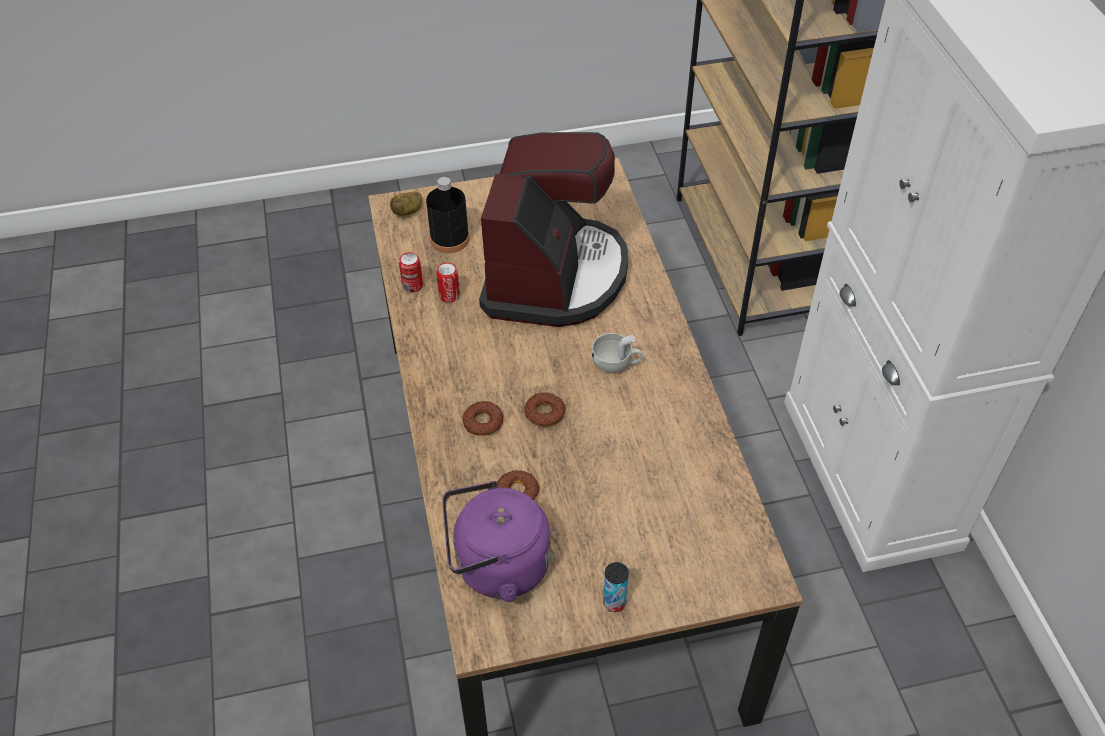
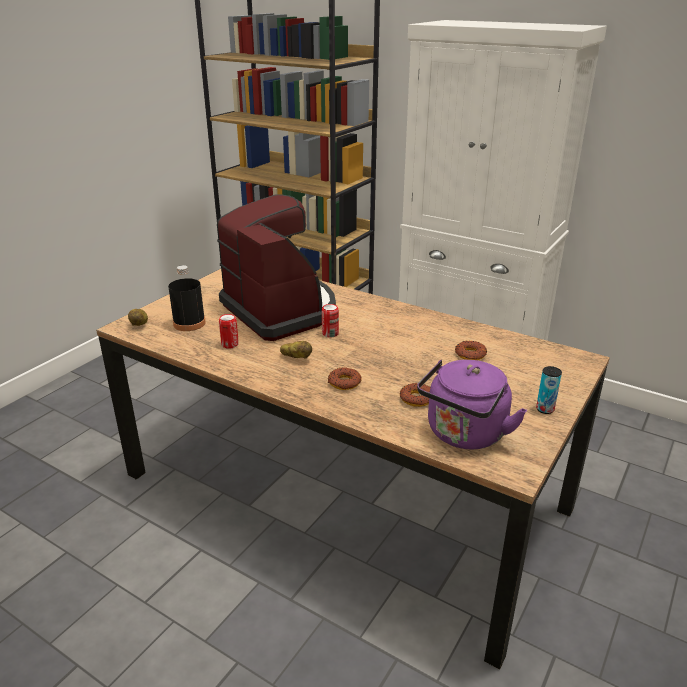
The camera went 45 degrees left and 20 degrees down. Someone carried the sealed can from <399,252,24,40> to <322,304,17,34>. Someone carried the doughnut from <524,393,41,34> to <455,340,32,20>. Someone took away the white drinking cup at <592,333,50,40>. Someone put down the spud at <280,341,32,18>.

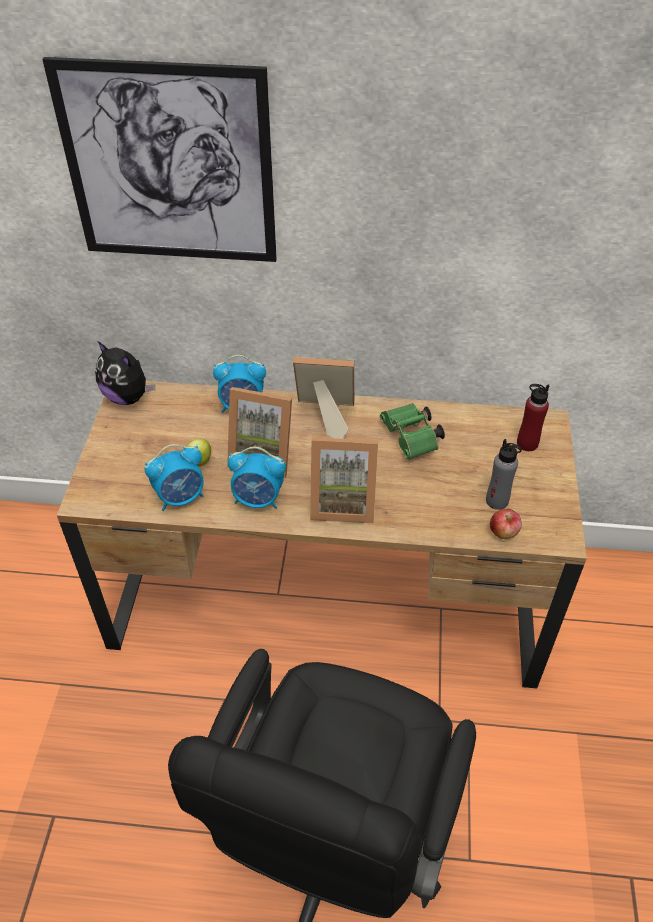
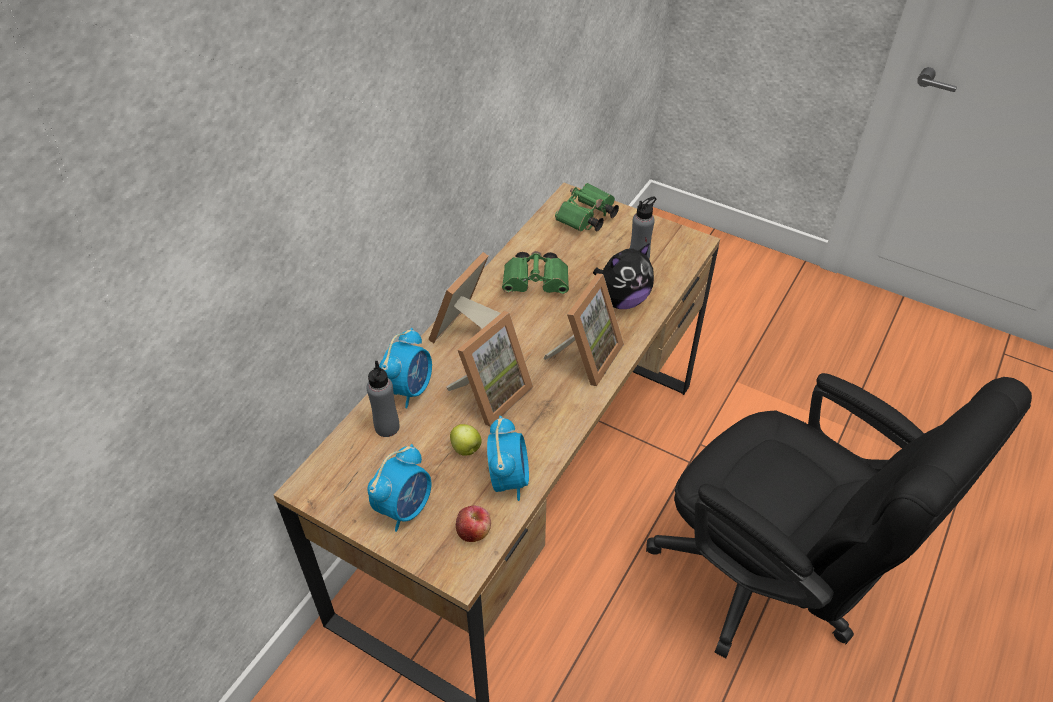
The camera went 65 degrees left and 0 degrees up. Someone took away the picture at <42,57,235,205>. Someone carried the plush toy from <95,341,60,64> to <593,243,61,66>. Someone carried the table clock from <228,447,58,62> to <367,444,64,88>. Someone carried the whole apple from <490,509,32,30> to <456,505,35,37>. Someone swapped the red-coloured drink bottle at <517,384,32,67> for the greenish binoculars at <555,183,64,49>. Someone put down the gray drink bottle at <367,361,33,76>.

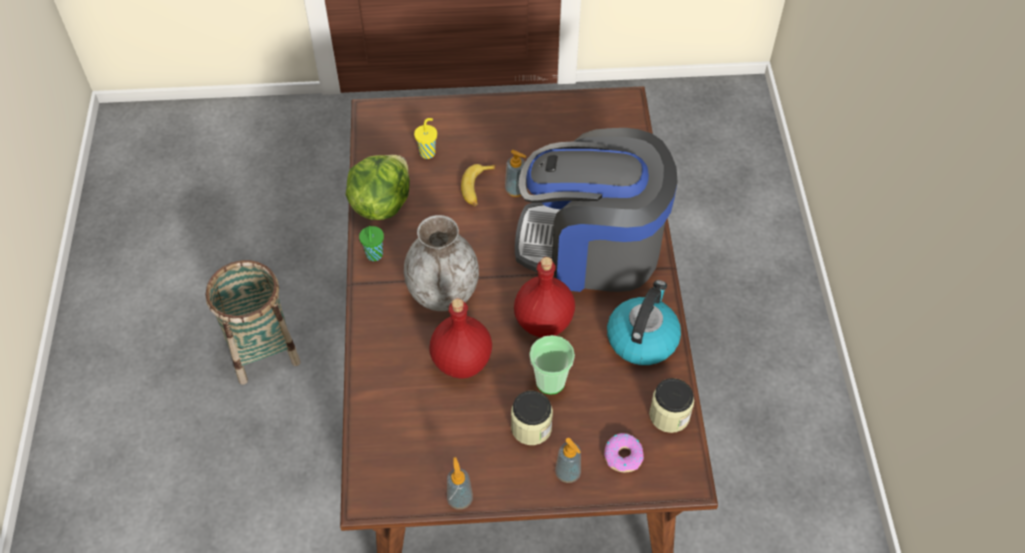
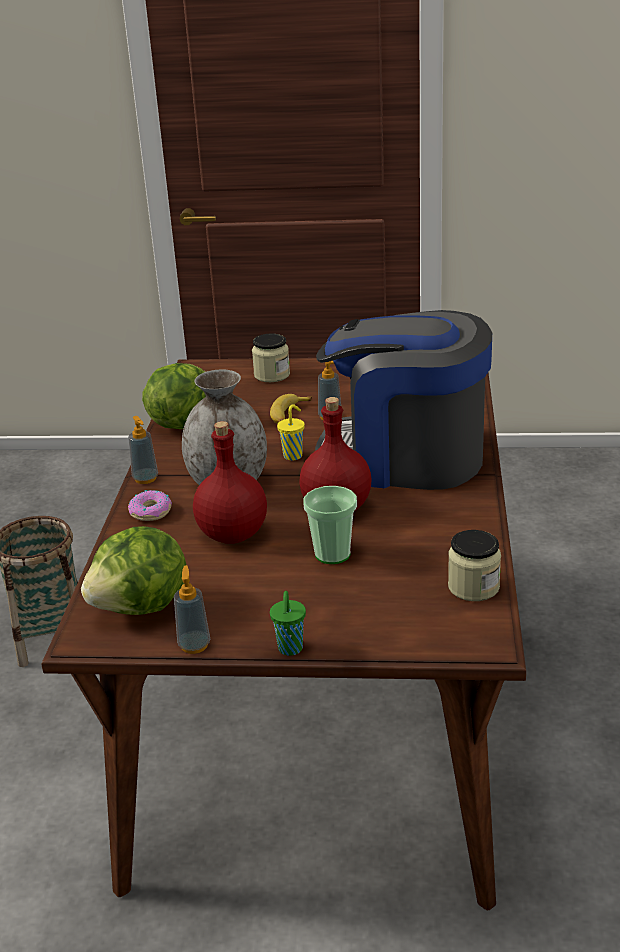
The camera went 10 degrees right and 25 degrees down. Someone carried the greenish drinking cup from <359,226,25,35> to <270,591,36,65>. Someone carried the yellow-coloured drinking cup from <414,118,23,41> to <277,405,28,55>. Someone carried the jar from <511,391,42,54> to <252,334,38,48>. Someone carried the soap bottle from <555,438,26,45> to <128,416,30,68>. Someone carried the doughnut from <604,433,40,39> to <128,490,44,31>. Someone took away the tea kettle at <607,280,74,85>. Someone put down the head of lettuce at <81,526,105,89>.

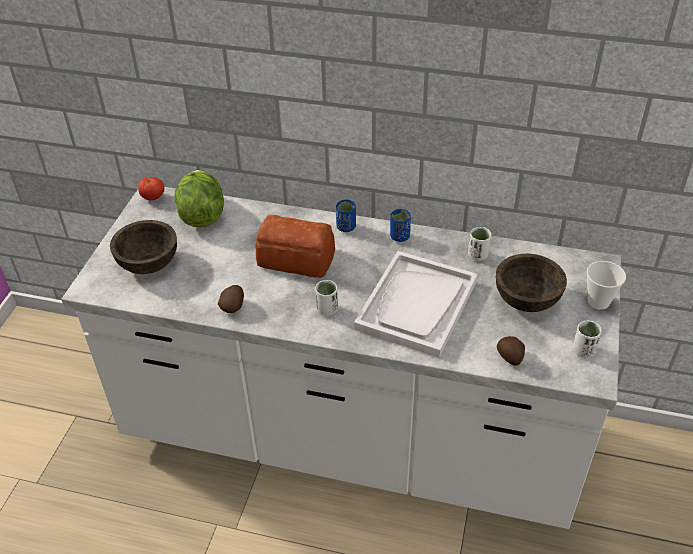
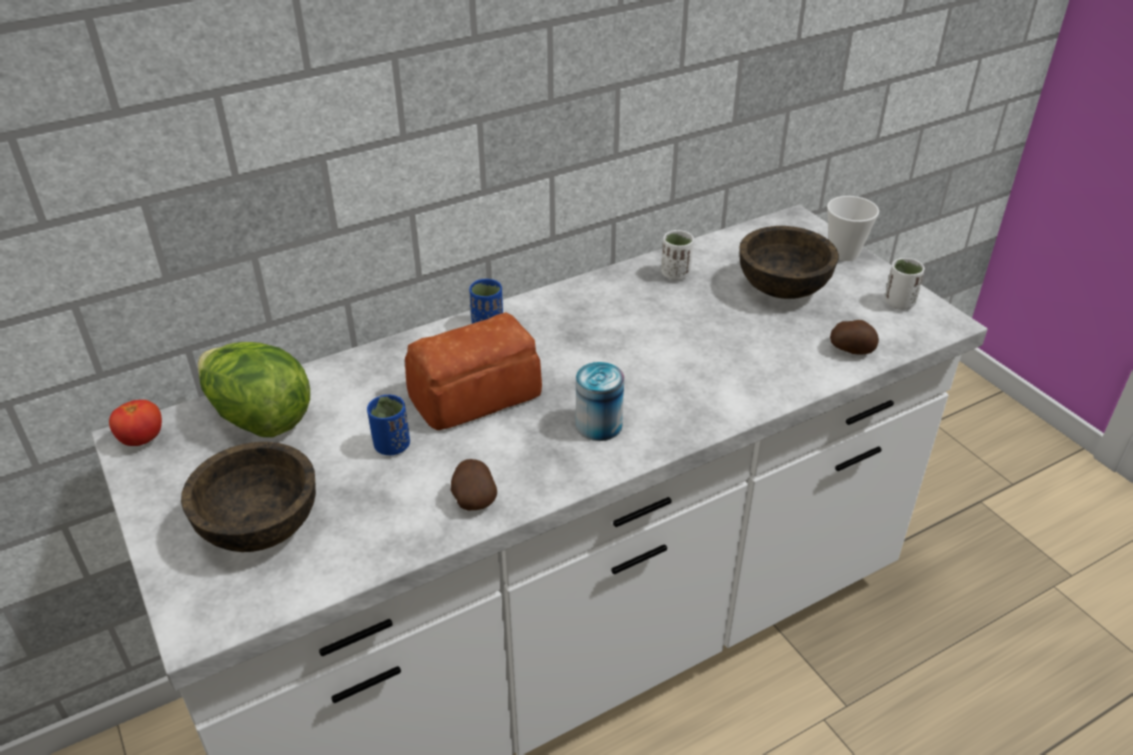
The camera went 45 degrees left and 5 degrees down. Someone swapped the white drinking cup at <315,280,23,36> for the sealed can at <576,362,48,79>. Someone took away the white tray at <354,251,124,107>. Someone carried the blue drinking cup from <390,209,21,33> to <367,395,43,60>.

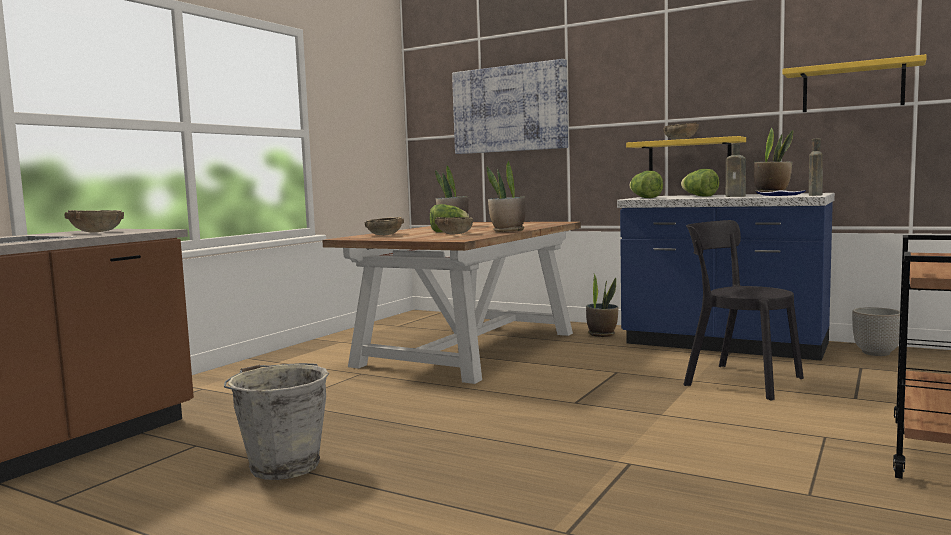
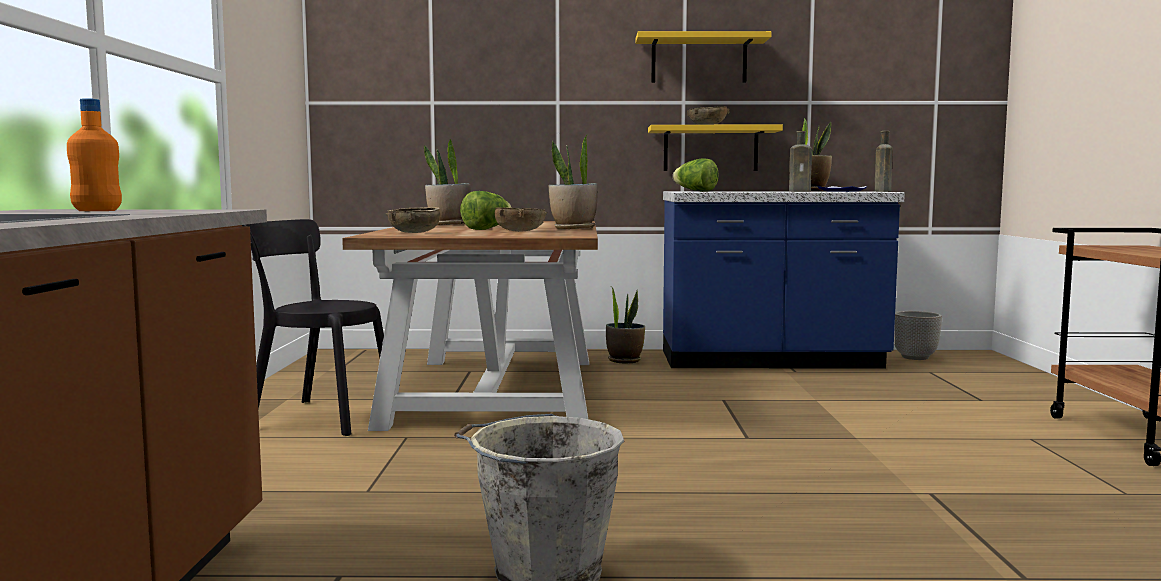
The camera went 30 degrees left and 0 degrees up. Someone swapped the brown-coloured bowl at <64,210,60,22> for the orange drink bottle at <67,98,55,113>. Someone took away the picture at <452,59,116,95>. Someone took away the head of lettuce at <681,169,38,27>. Someone carried the black-coloured upright chair from <683,220,121,180> to <242,219,142,217>. Someone carried the yellow-coloured shelf from <783,54,144,58> to <635,31,136,52>.

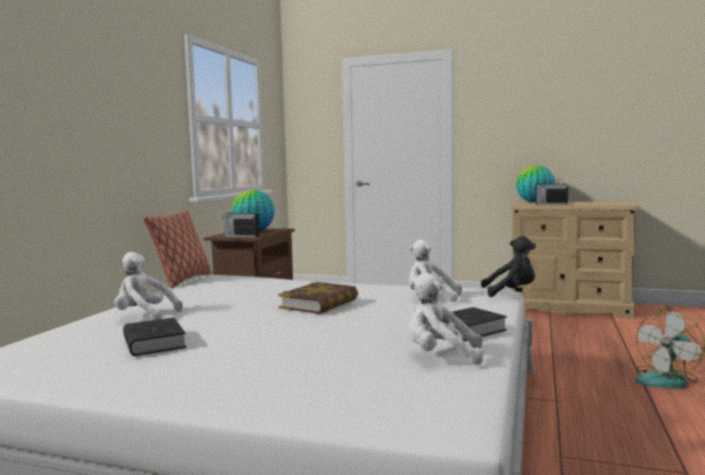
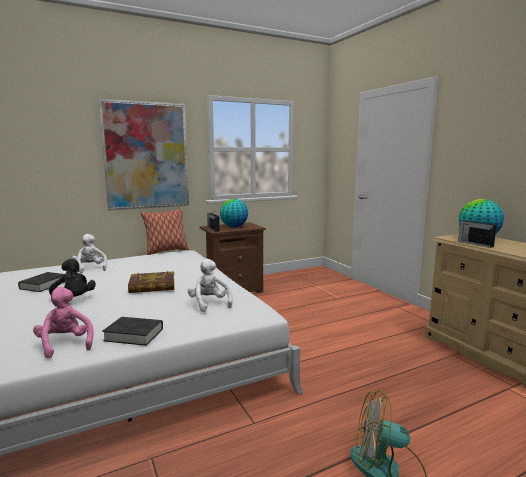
The camera went 45 degrees right and 5 degrees up. Someone repainted the white plush toy at <409,273,75,92>, which became the pink-coloured plush toy at <33,287,61,72>. Someone carried the black-coloured plush toy from <481,236,55,61> to <49,258,47,39>. Someone put up the picture at <99,99,90,111>.

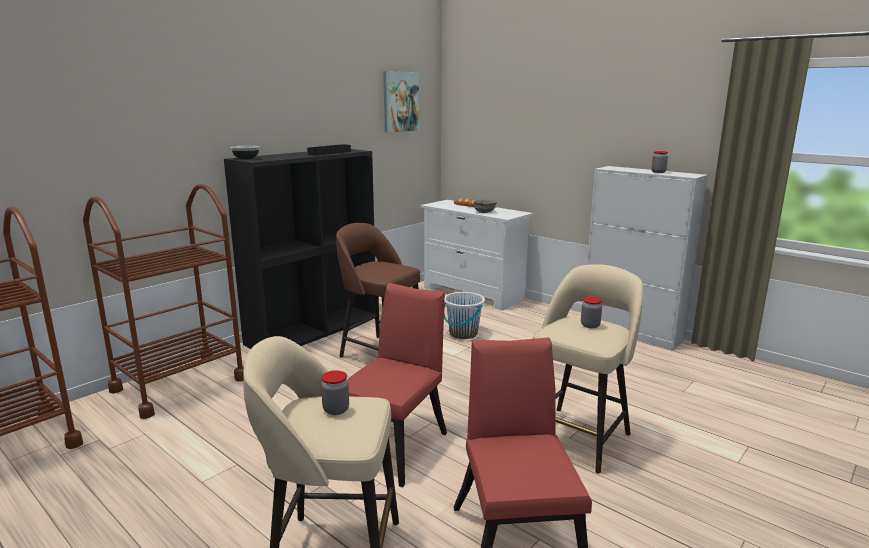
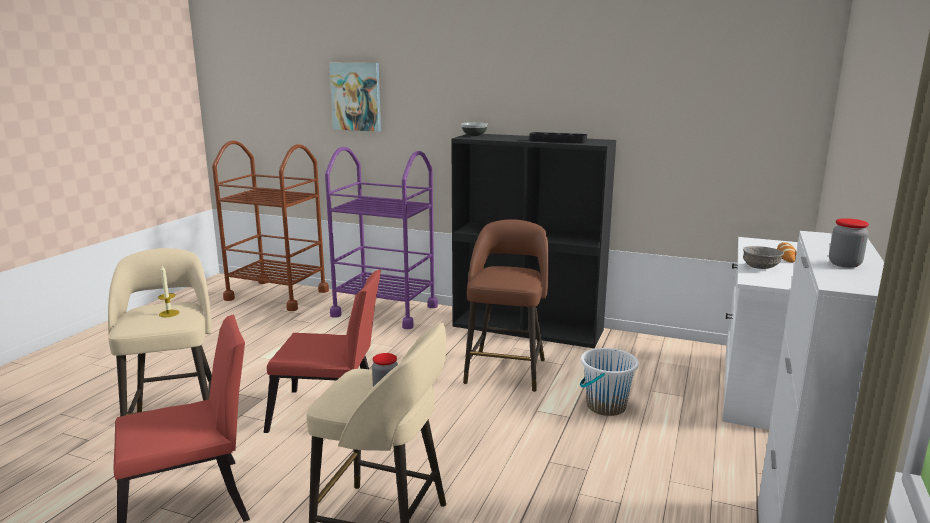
The camera went 70 degrees right and 0 degrees up. Someone repainted the brown-coloured cart at <83,184,161,235>, which became the purple-coloured cart at <325,147,113,182>. Someone swapped the jar at <321,370,28,45> for the wax light at <158,264,22,53>. Someone carried the picture from <383,71,36,62> to <329,63,52,69>.

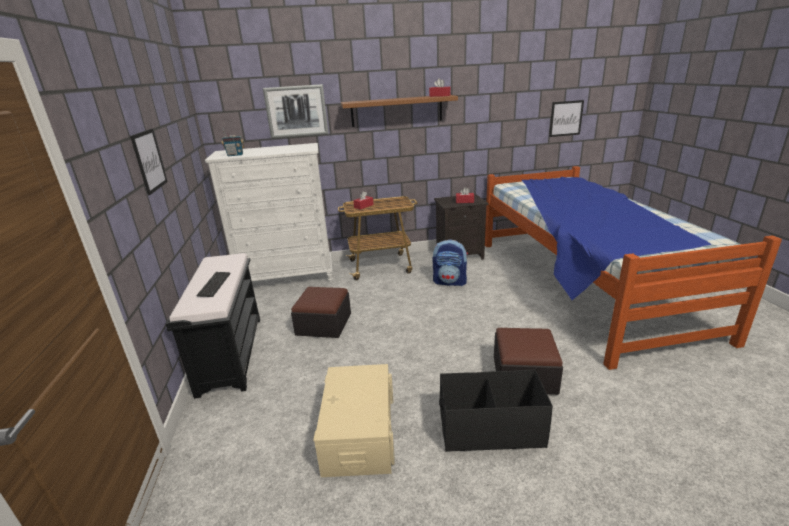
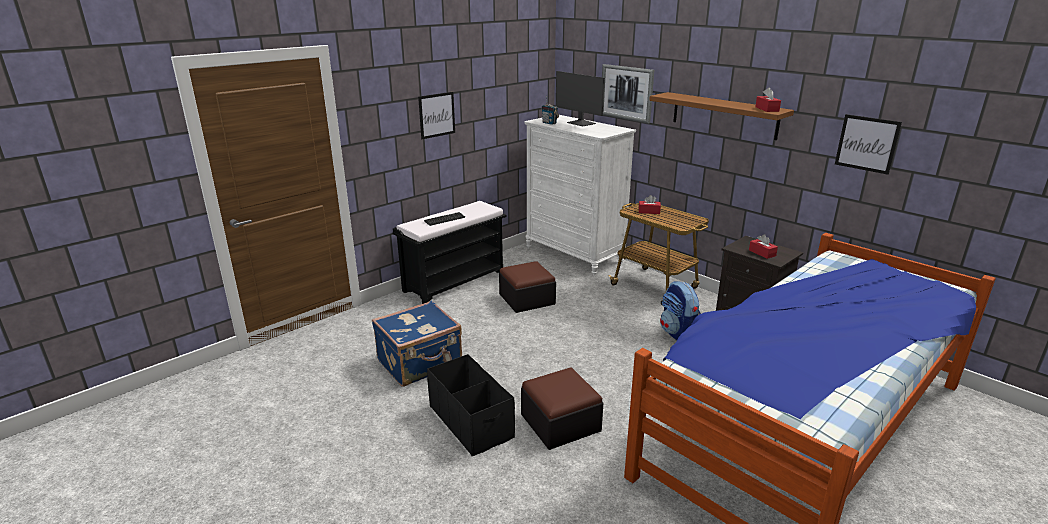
The camera went 55 degrees right and 0 degrees up. Someone swapped the beige-coloured storage box at <313,364,82,113> for the blue piece of luggage at <372,300,90,87>. Someone carried the picture from <549,100,35,37> to <835,114,67,61>. Someone put down the monitor at <556,71,48,55>.

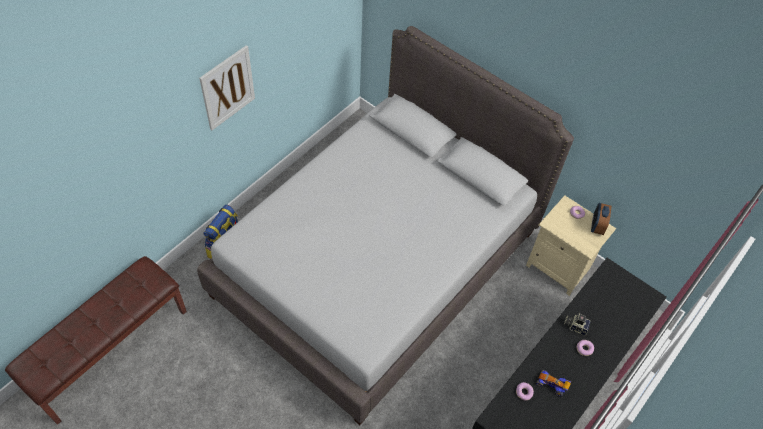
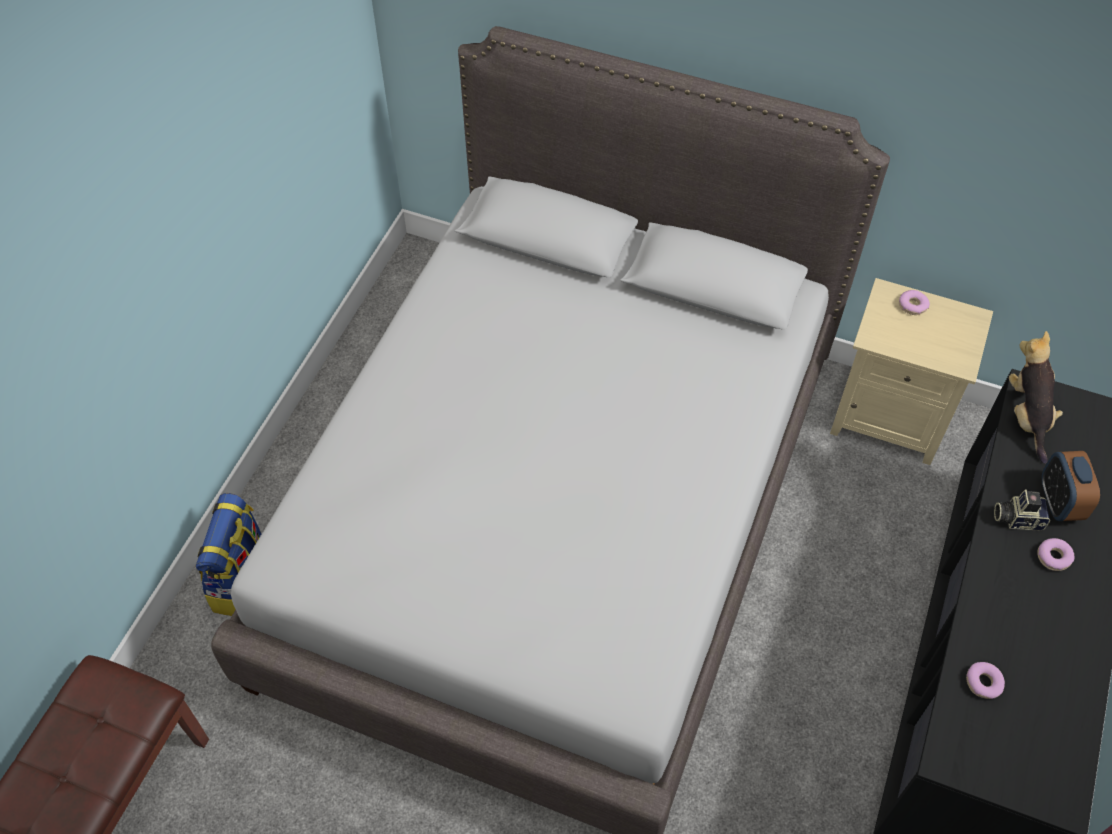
The camera went 15 degrees left and 0 degrees up. Someone took away the picture at <199,45,56,85>. Someone took away the toy car at <536,370,35,26>. Someone carried the table clock from <591,203,20,32> to <1042,451,58,70>. Someone put down the plush toy at <1009,331,54,133>.

